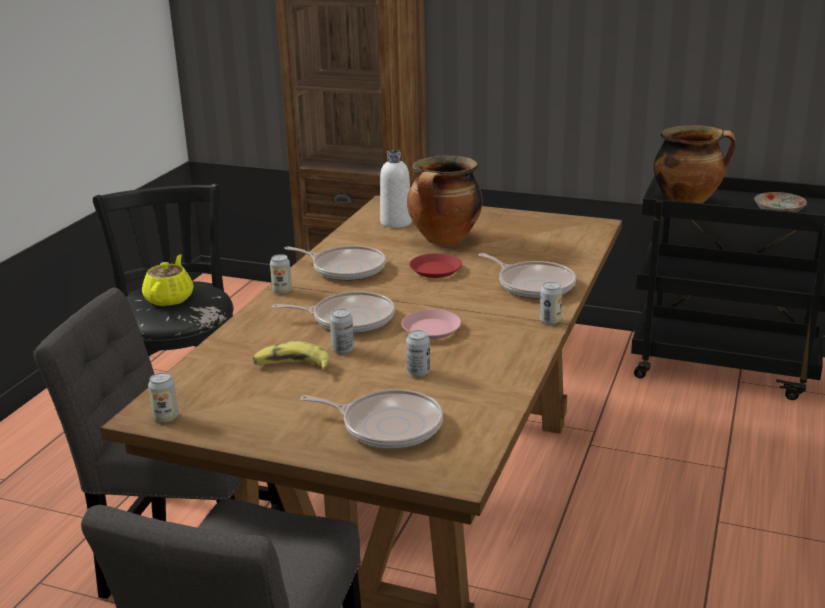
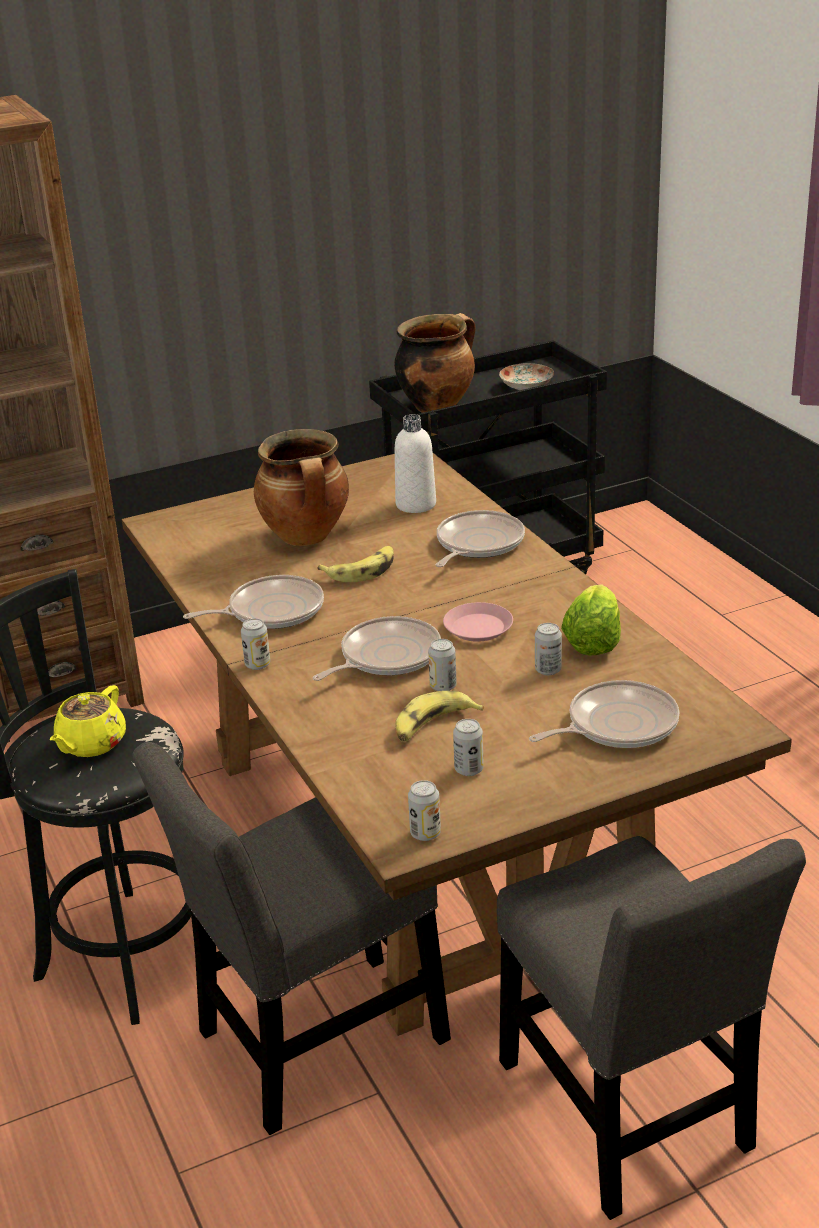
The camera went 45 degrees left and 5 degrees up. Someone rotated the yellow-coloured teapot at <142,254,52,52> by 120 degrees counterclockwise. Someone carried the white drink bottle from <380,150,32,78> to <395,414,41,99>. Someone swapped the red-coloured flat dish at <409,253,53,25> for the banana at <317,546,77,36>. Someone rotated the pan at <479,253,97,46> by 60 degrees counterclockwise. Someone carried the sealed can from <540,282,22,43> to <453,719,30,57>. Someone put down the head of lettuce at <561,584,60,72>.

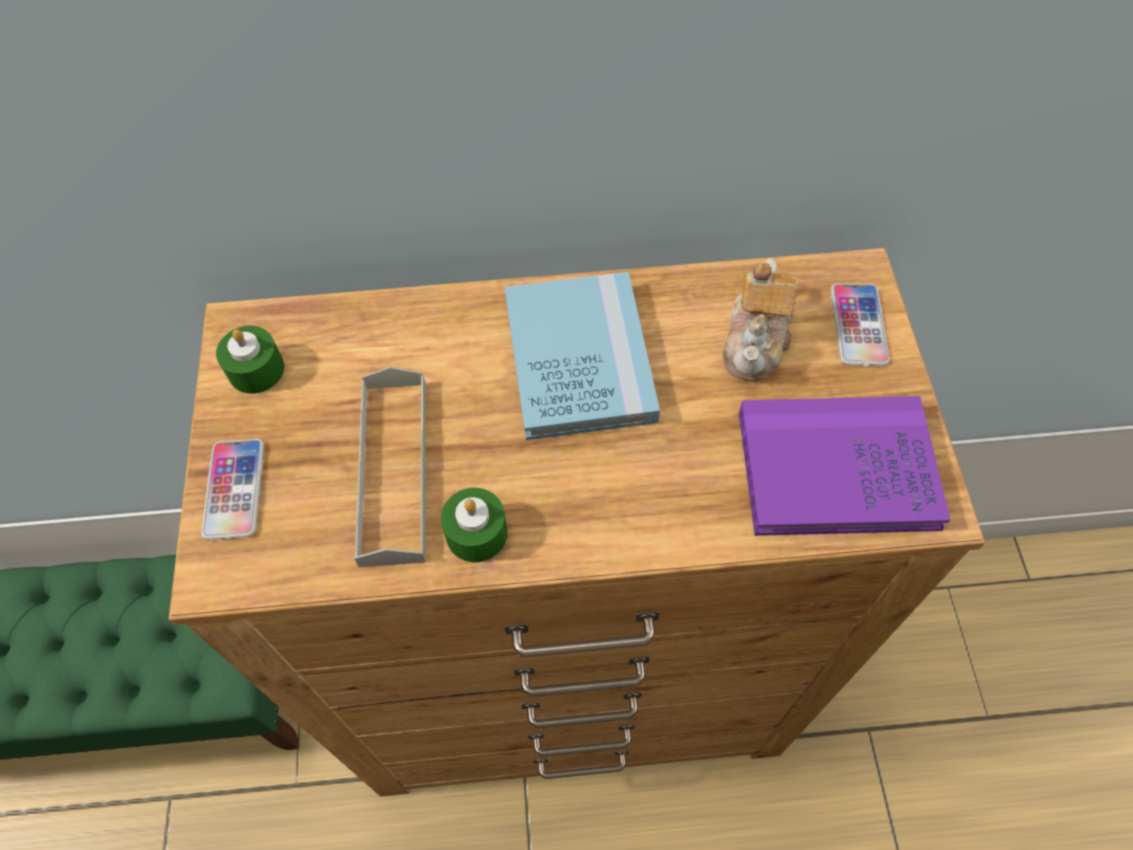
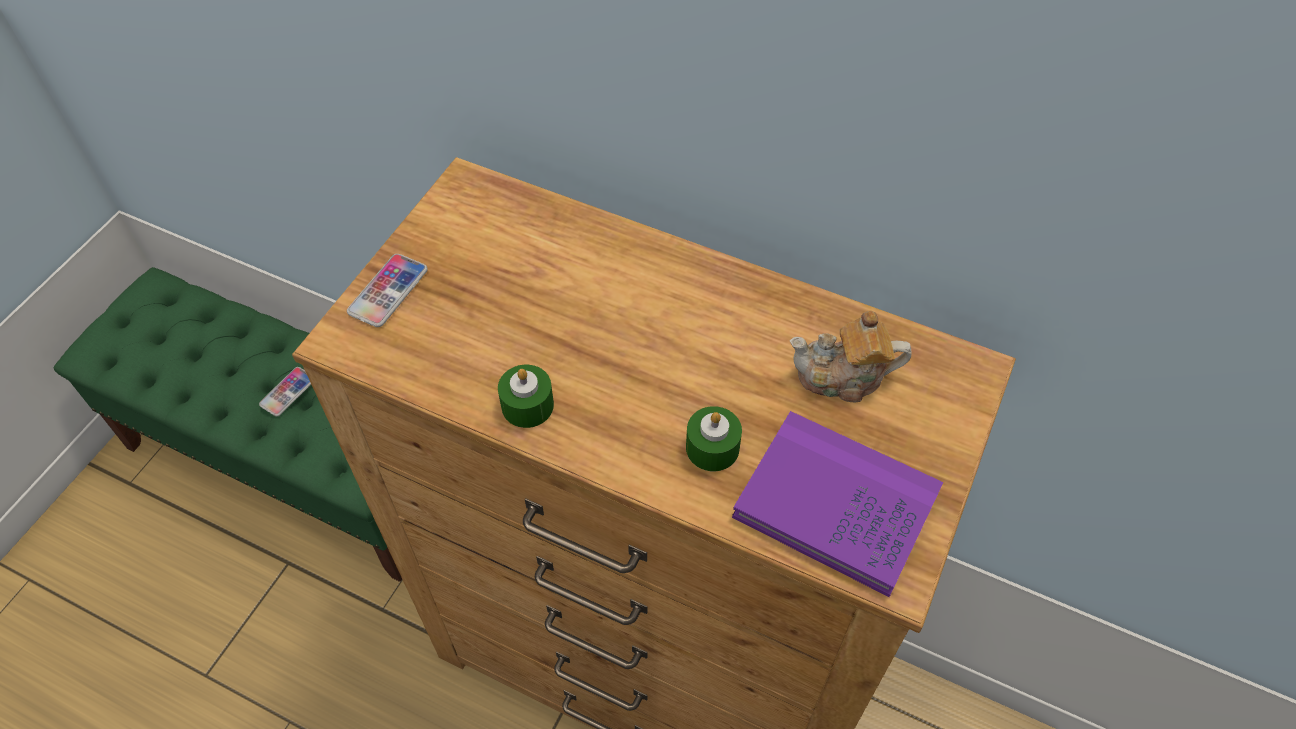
The camera went 30 degrees right and 5 degrees down. Someone carried the greenish wax light from <216,326,68,68> to <686,406,56,65>. Someone took away the gray tray at <354,367,72,200>. Someone took away the blue volume at <505,272,155,168>. Someone rotated the teapot at <723,259,75,122> by 45 degrees clockwise. Someone carried the phone from <831,283,59,83> to <259,367,52,49>.

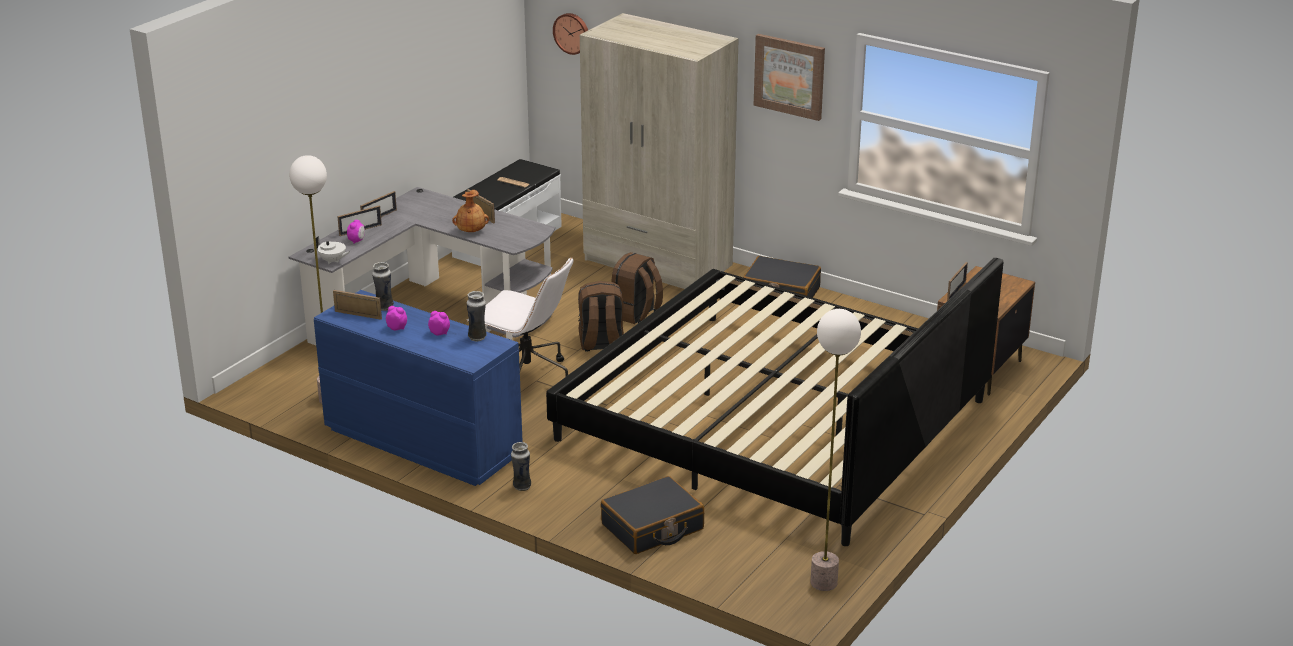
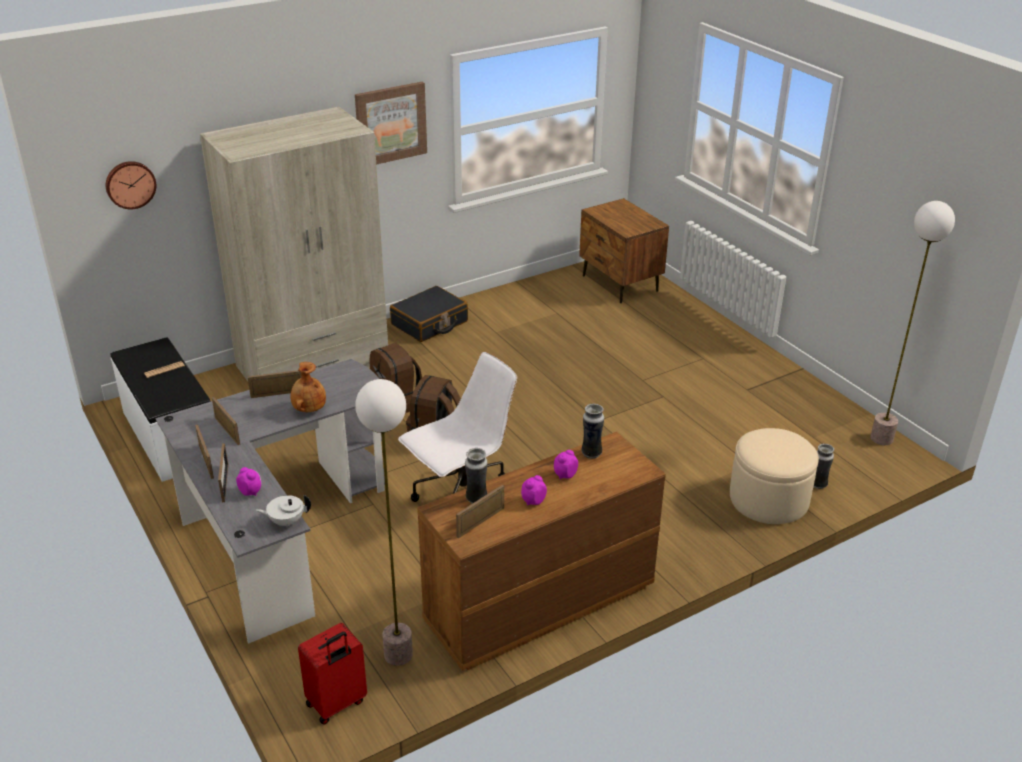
The camera went 65 degrees left and 5 degrees up. Someone repainted the blue chest of drawers at <314,290,209,196>, which became the brown-coloured chest of drawers at <417,432,249,239>. Someone rotated the white teapot at <316,236,34,28> by 150 degrees counterclockwise. Someone carried the vase from <511,442,20,49> to <814,444,20,45>. Someone took away the bedroom bed at <546,258,457,288>. Someone swapped the black-coloured piece of luggage at <601,476,103,78> for the beige-coloured ottoman at <730,428,89,96>. Someone carried the standing frame from <947,262,21,39> to <212,397,28,48>. Someone put down the red-coloured piece of luggage at <298,623,69,102>.

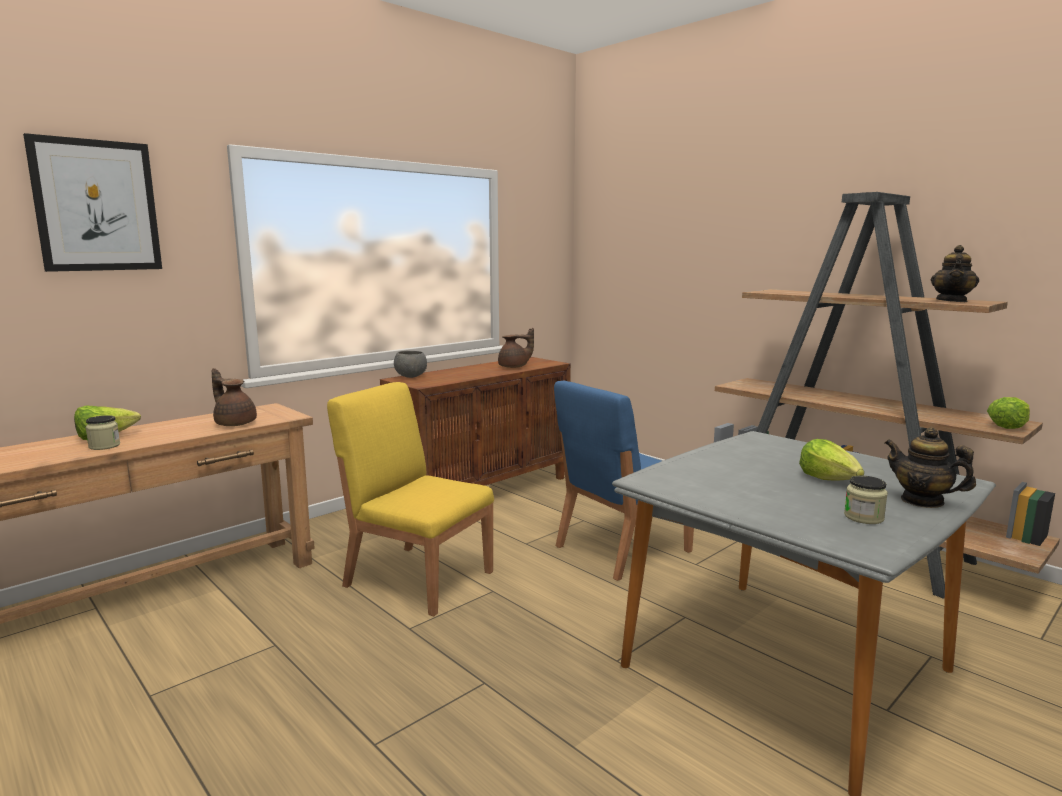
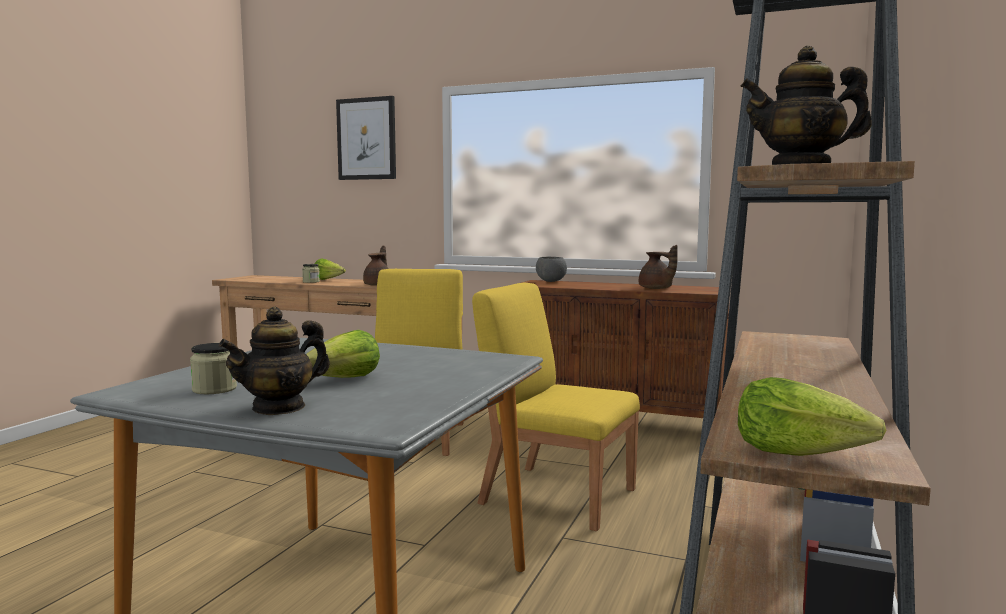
The camera went 65 degrees right and 5 degrees down. Someone repainted the blue upright chair at <554,381,140,200>, which became the yellow-coloured upright chair at <472,283,168,248>. Someone rotated the teapot at <885,427,91,81> by 150 degrees counterclockwise.

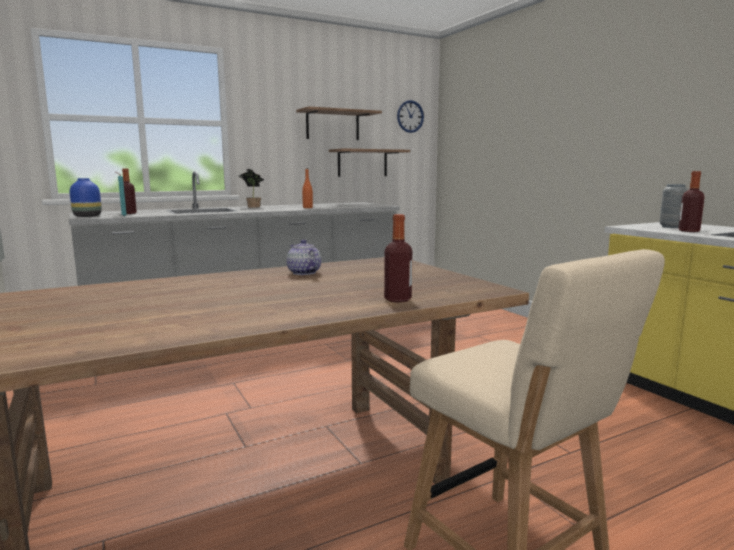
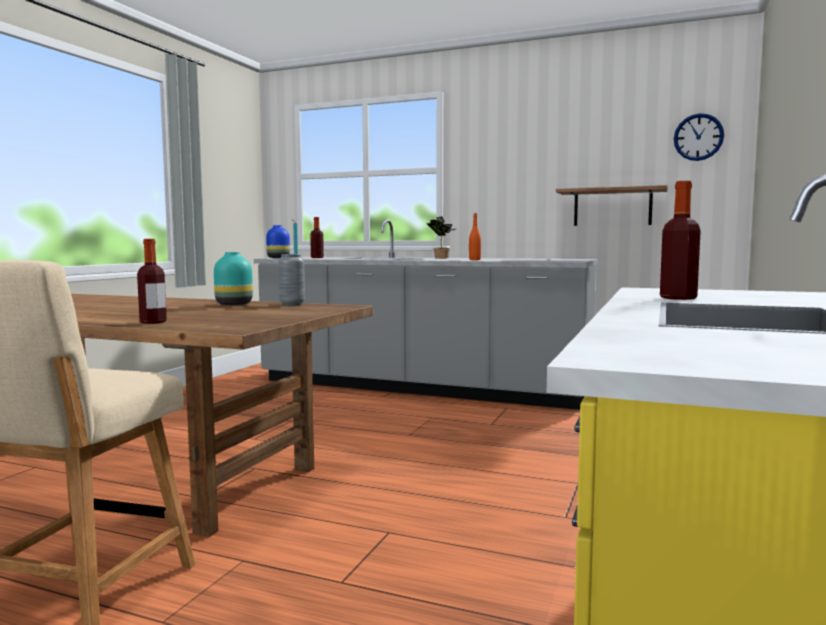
The camera went 50 degrees right and 5 degrees down. Someone swapped the teapot at <287,239,34,36> for the turquoise vase at <214,252,39,53>. Someone took away the shelf at <296,106,86,34>. Someone carried the gray vase from <659,184,29,44> to <278,254,27,51>.

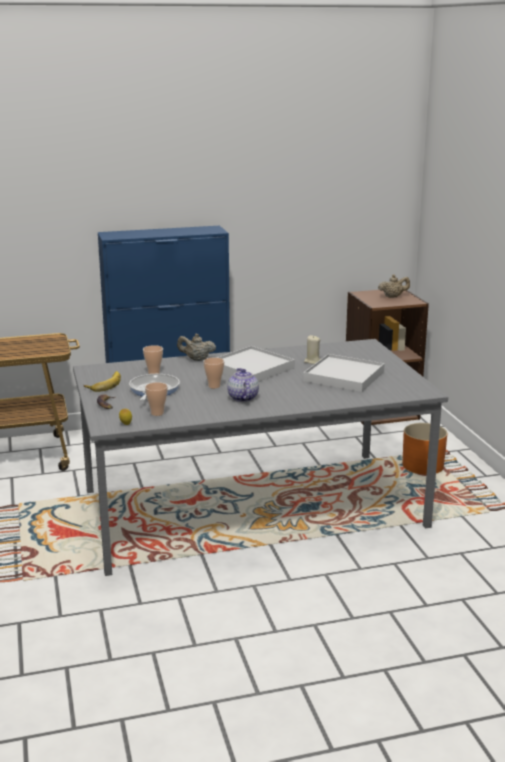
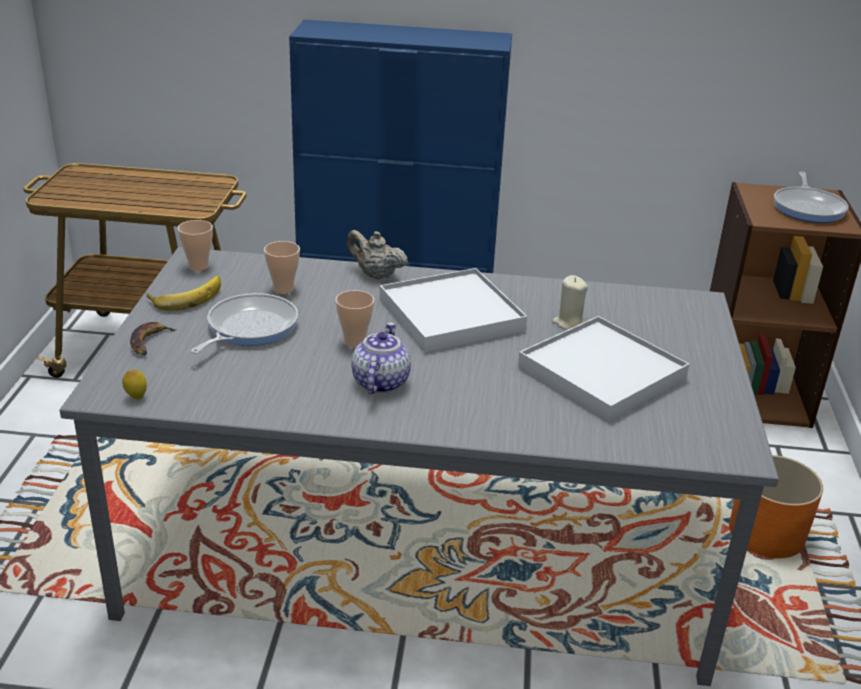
The camera went 20 degrees right and 10 degrees up. Someone carried the drinking cup from <145,382,23,34> to <178,220,35,51>. Someone swapped the beige-coloured teapot at <378,274,32,24> for the pan at <774,172,75,51>.

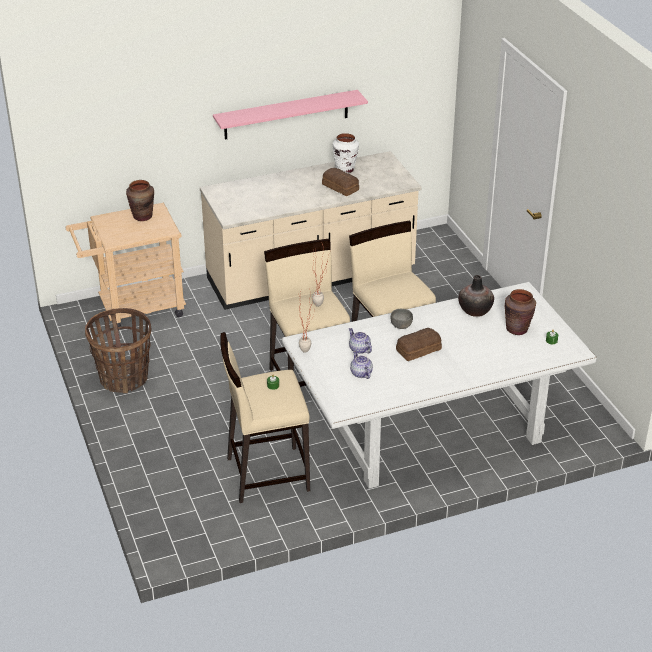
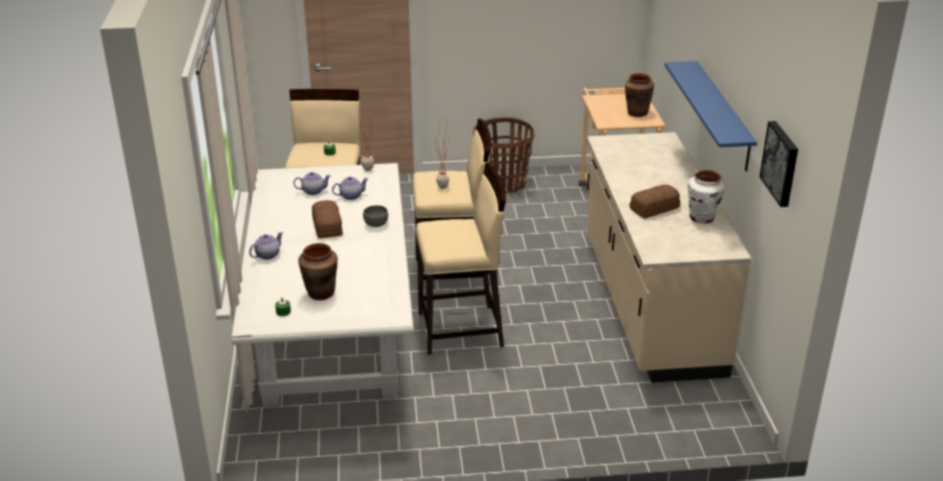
The camera went 105 degrees right and 5 degrees down. Someone repainted the pink-coloured shelf at <213,90,155,49>, which became the blue shelf at <665,61,92,110>. Someone took away the vase at <458,275,36,42>. Someone put down the teapot at <249,232,34,28>. Someone put up the picture at <759,121,39,86>.

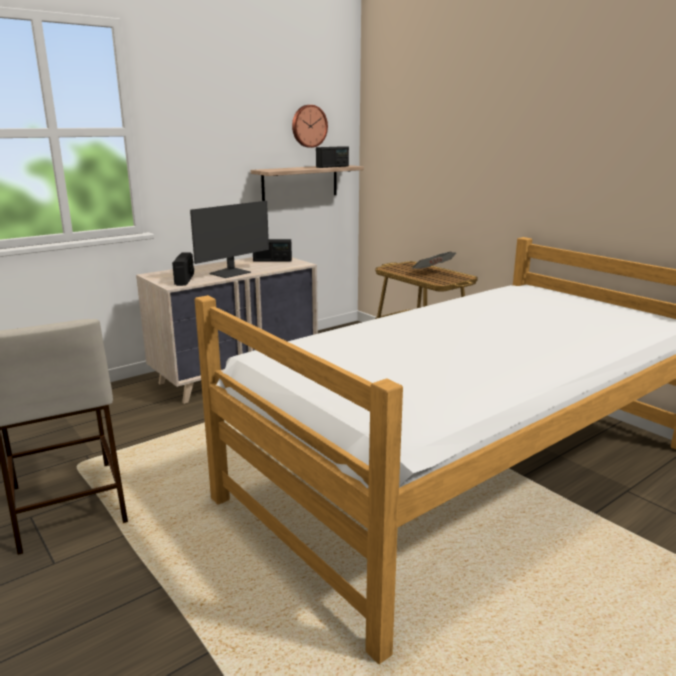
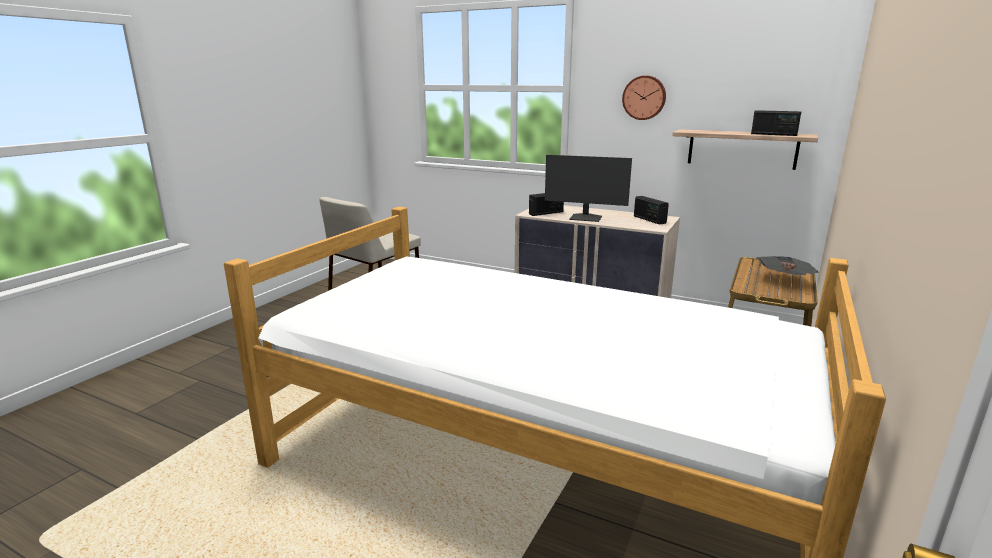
The camera went 65 degrees right and 0 degrees up. Someone carried the clock on the wall from <292,105,36,43> to <622,75,44,45>.

